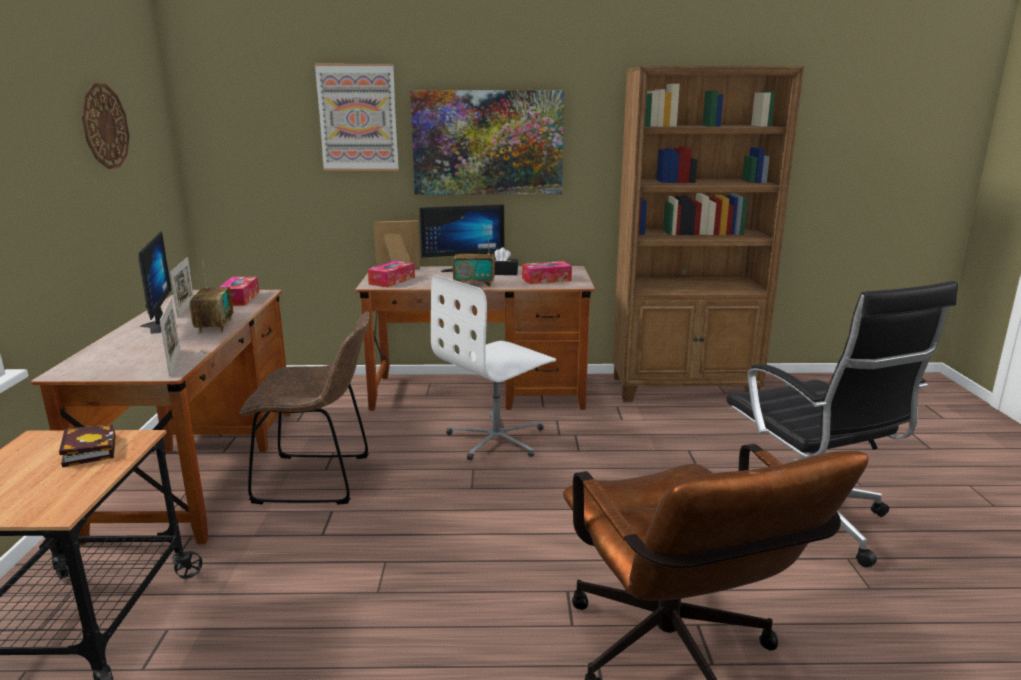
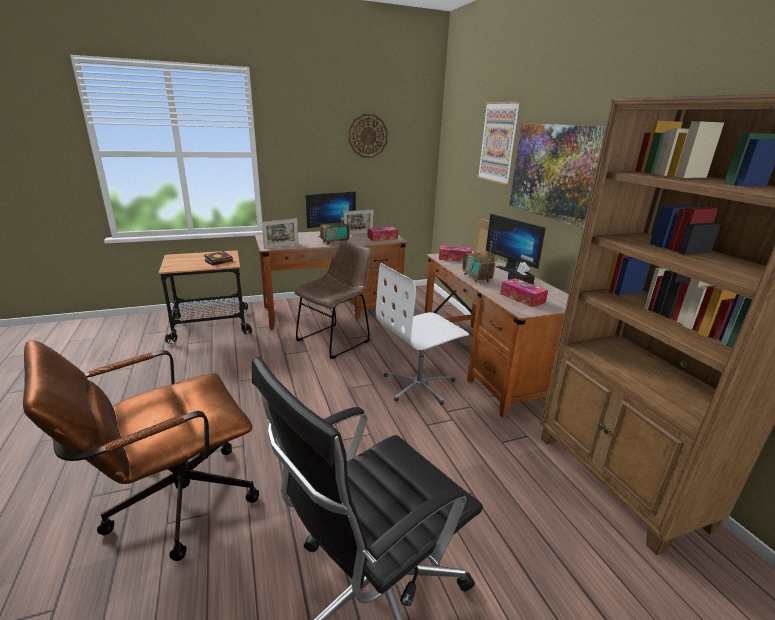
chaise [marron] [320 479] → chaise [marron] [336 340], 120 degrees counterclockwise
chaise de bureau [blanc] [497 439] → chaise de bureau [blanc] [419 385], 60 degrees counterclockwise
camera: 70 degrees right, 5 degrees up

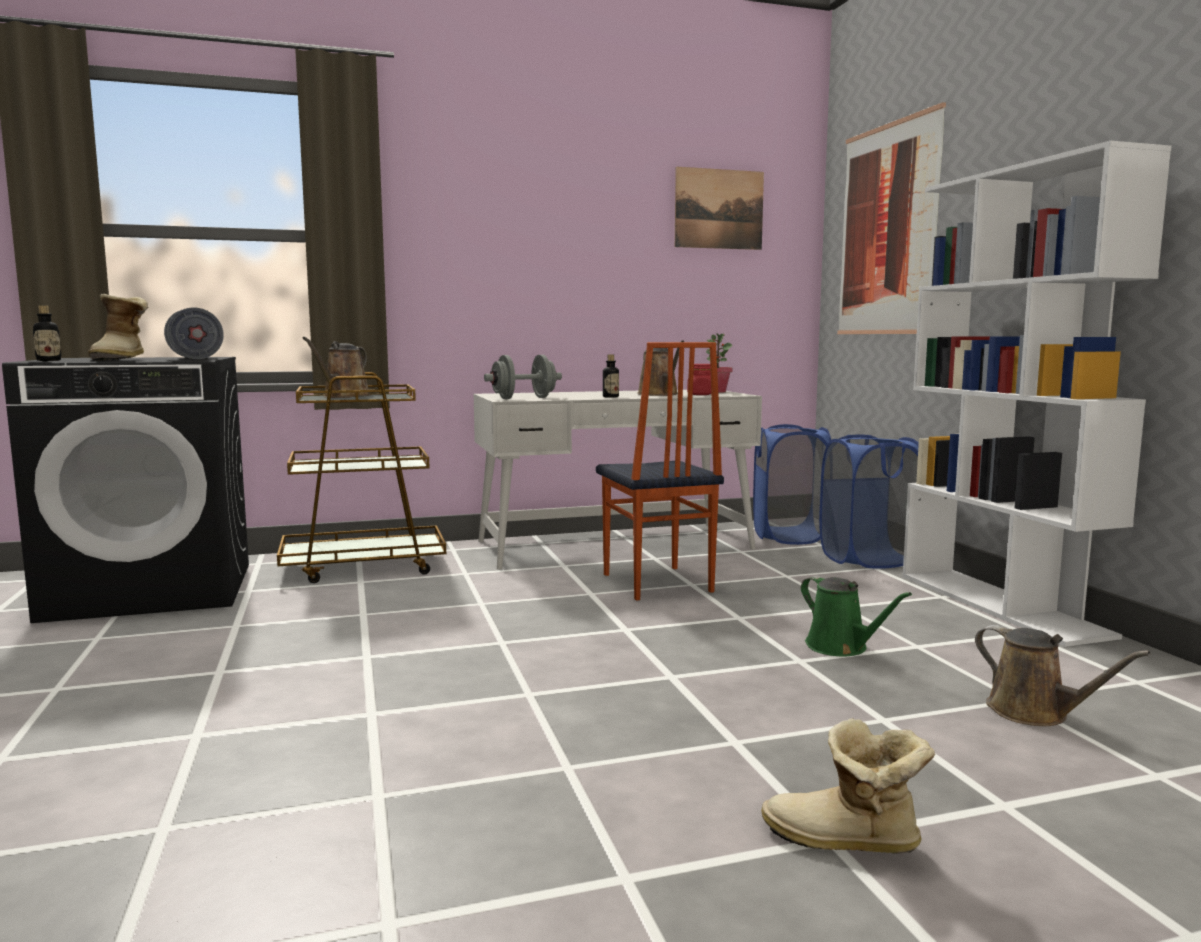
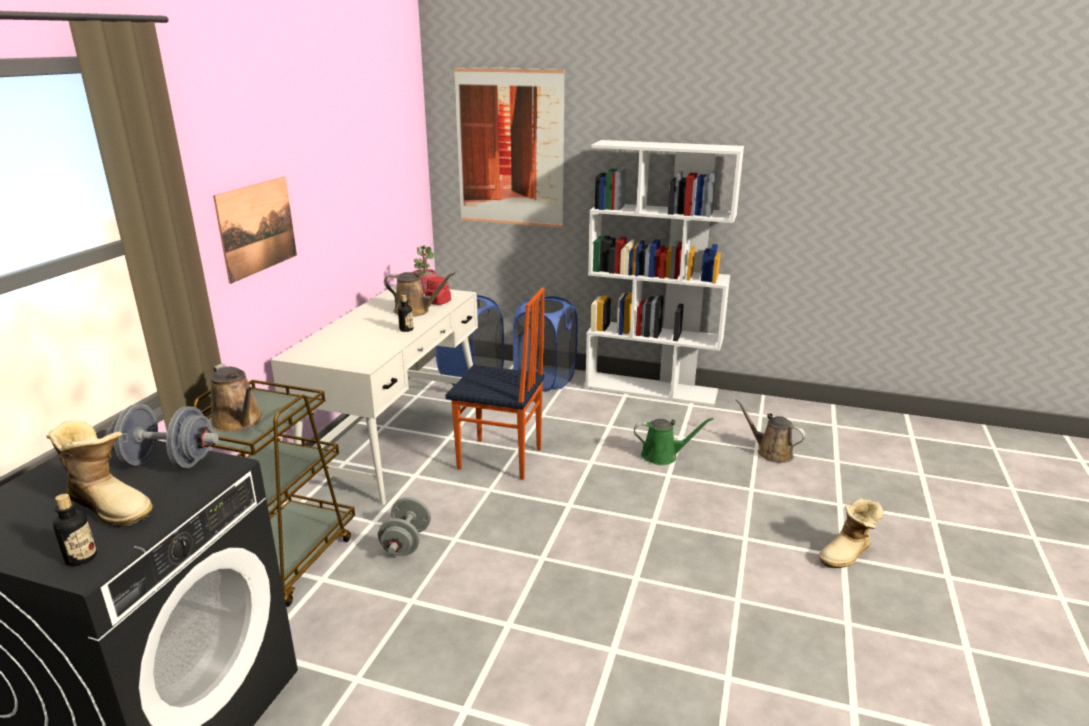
haltère [gris] [523 398] → haltère [gris] [406 542], moved
tableau [719 209] → tableau [257 227], moved
arrosoir [marron] [1034 713] → arrosoir [marron] [771 452], 135 degrees counterclockwise
camera: 55 degrees left, 15 degrees up

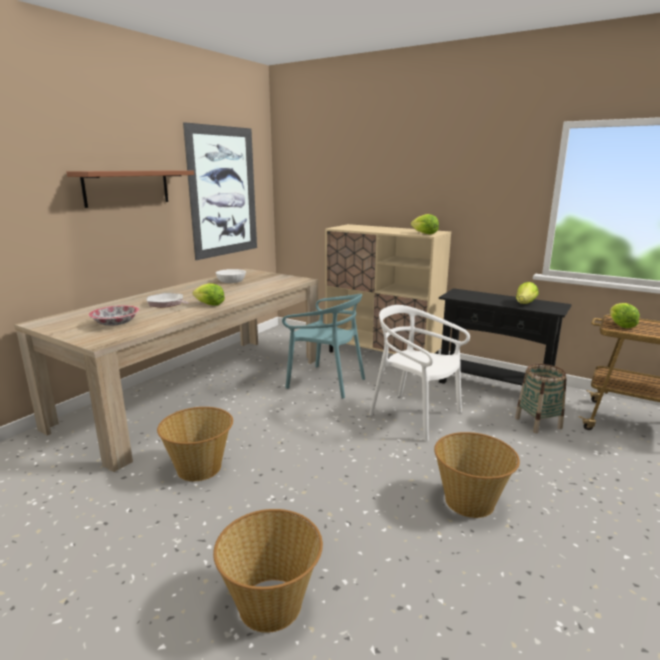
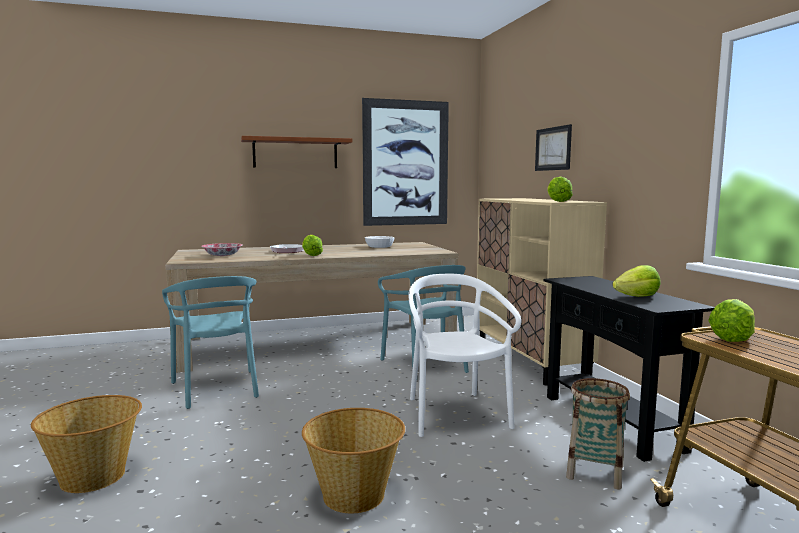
- → tableau [553 148]
panier [200 468] → chaise [turquoise] [217 388]
camera: 40 degrees right, 10 degrees down

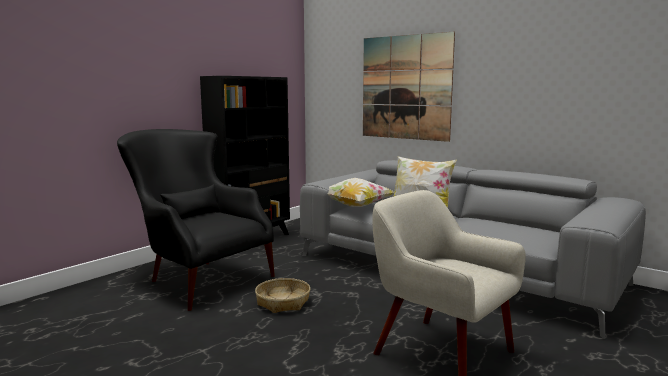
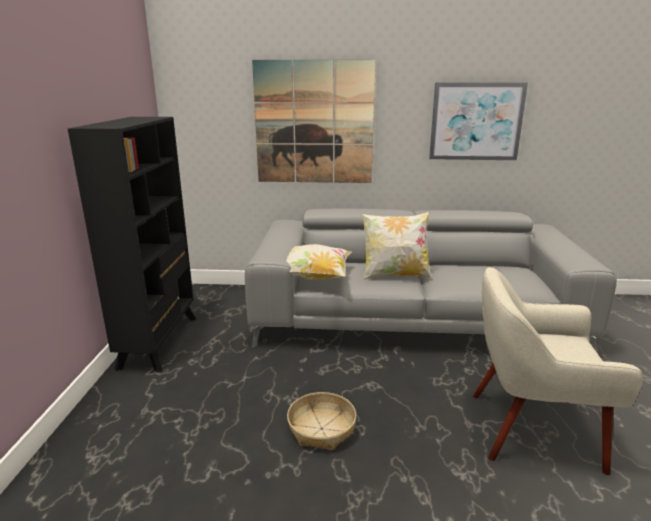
fauteuil [noir] [197 277] → -
- → tableau [476 122]
camera: 35 degrees left, 10 degrees up

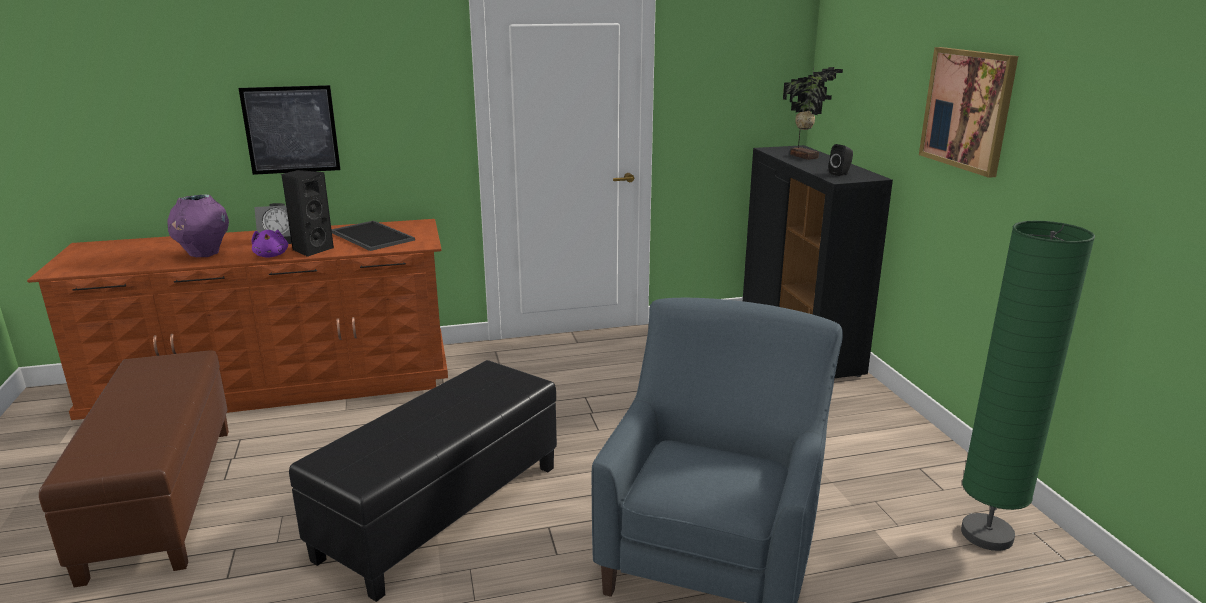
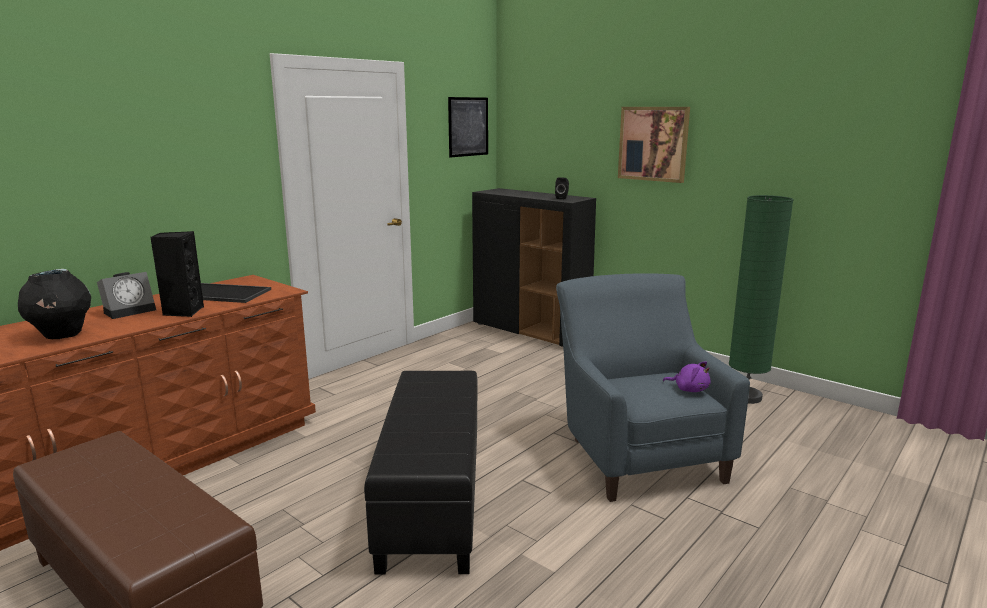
plante en pot [805 156] → -
tableau [291 130] → tableau [468 126], moved
peluche [violet] [271 255] → peluche [violet] [689 389], moved
vase [violet] [204 254] → vase [noir] [62 335]
camera: 35 degrees left, 5 degrees down

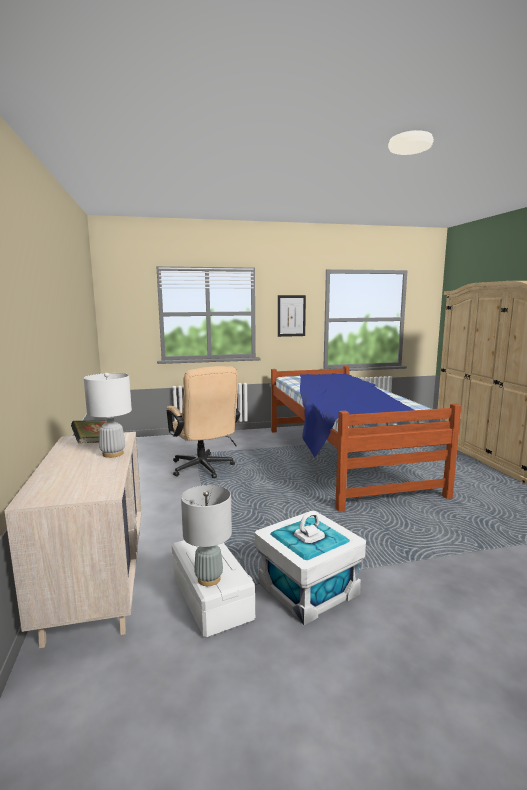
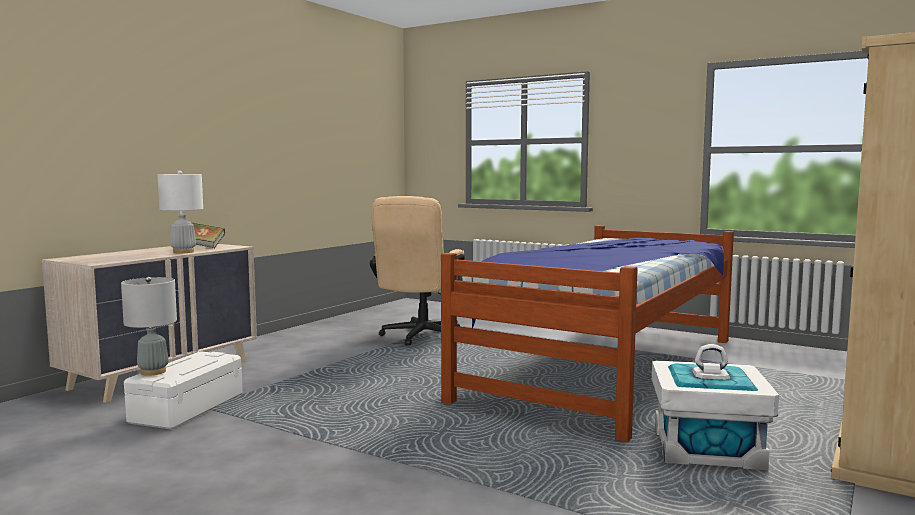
tableau [291 316] → -
boîte de rangement [blanc] [308 589] → boîte de rangement [blanc] [707 449], moved
camera: 45 degrees right, 5 degrees down

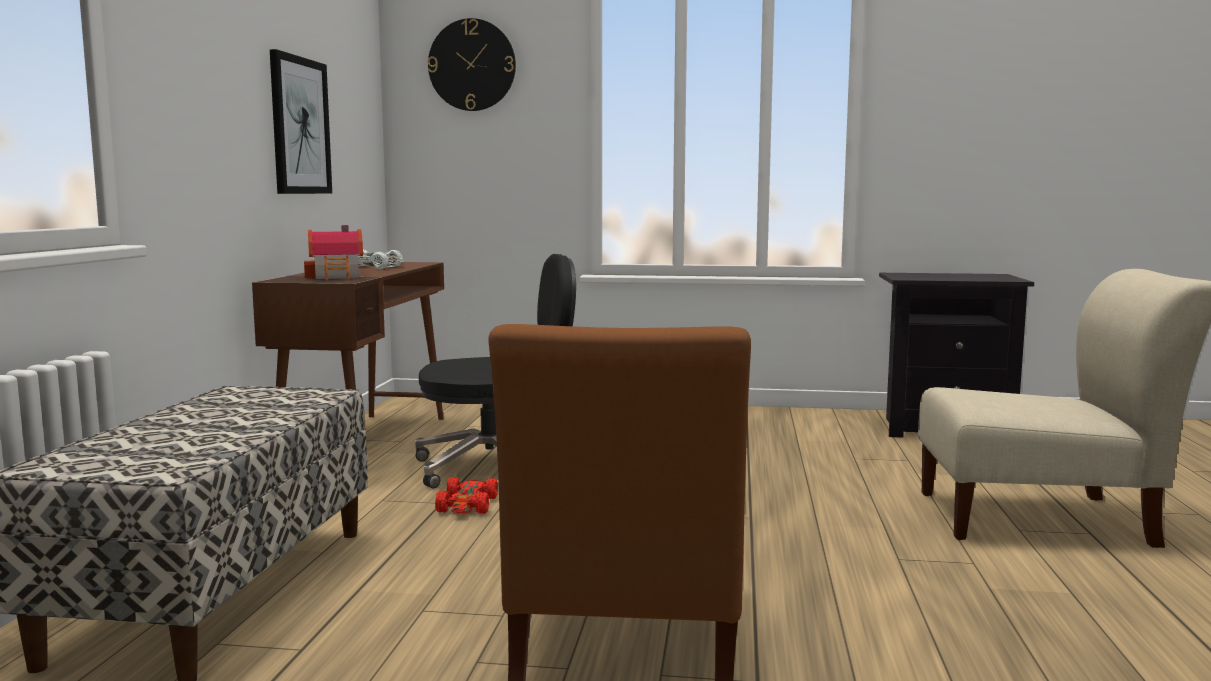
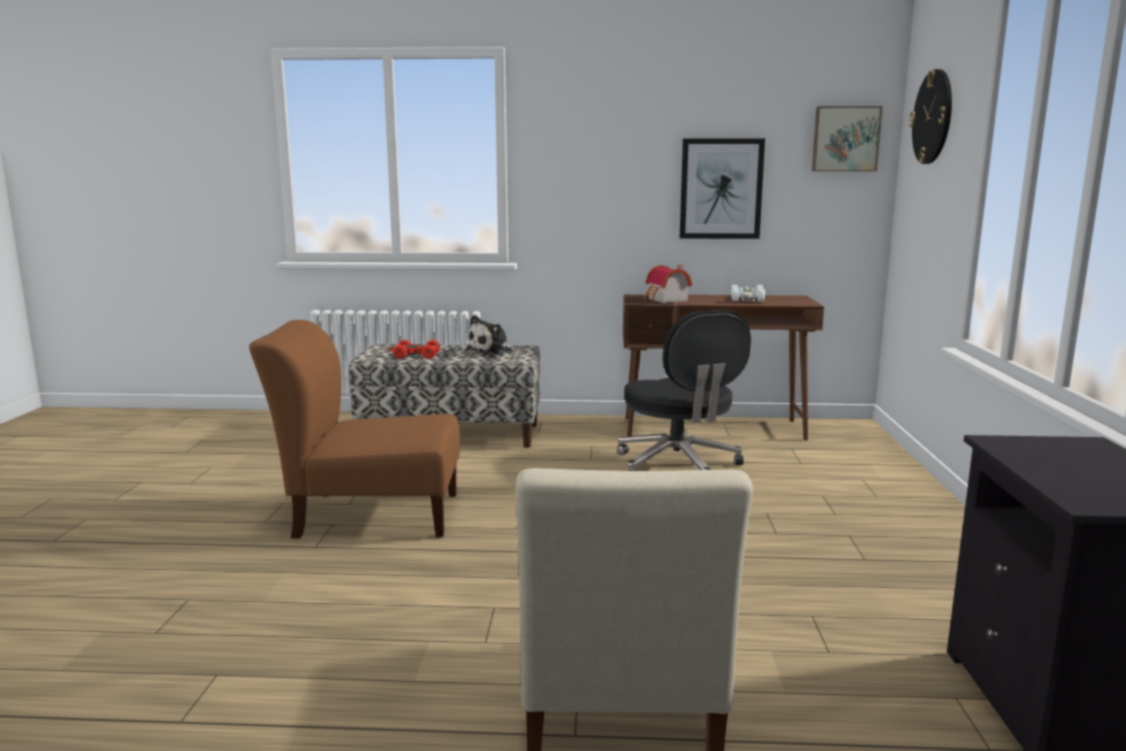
- → peluche [492 351]
- → tableau [845 139]
petite voiture [rouge] [467 505] → petite voiture [rouge] [415 356], moved
camera: 85 degrees right, 5 degrees up

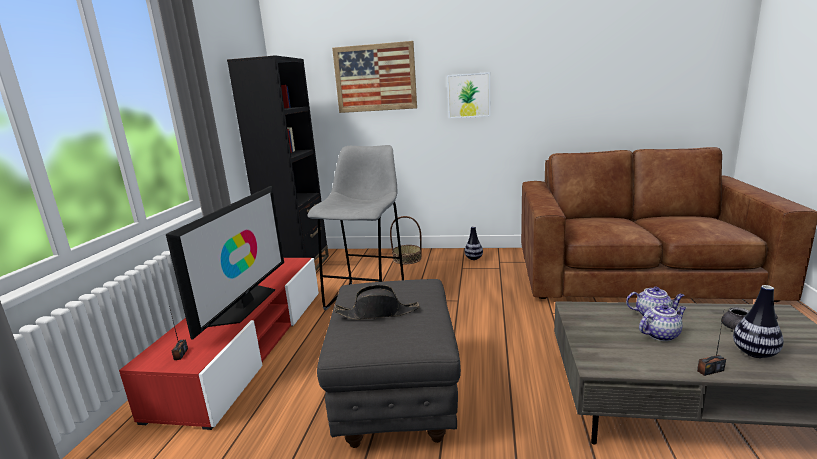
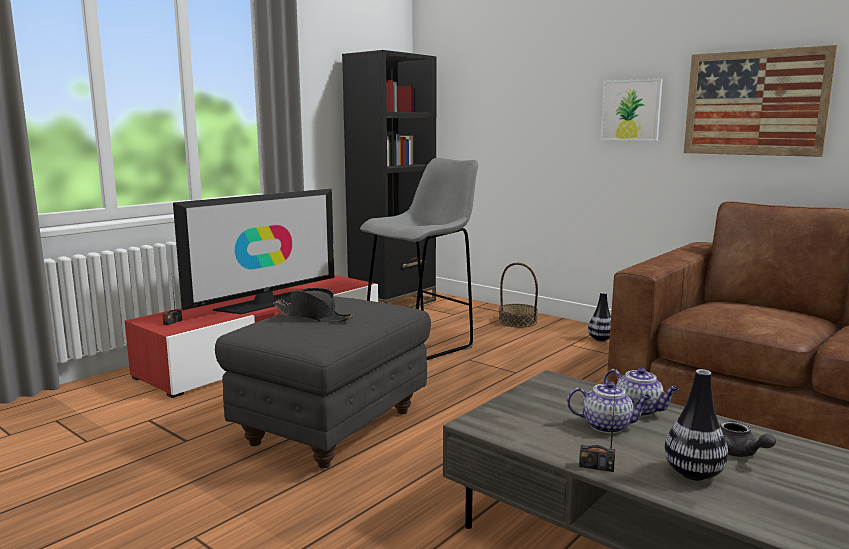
tableau [375 78] → tableau [755 103], moved
camera: 30 degrees right, 5 degrees down

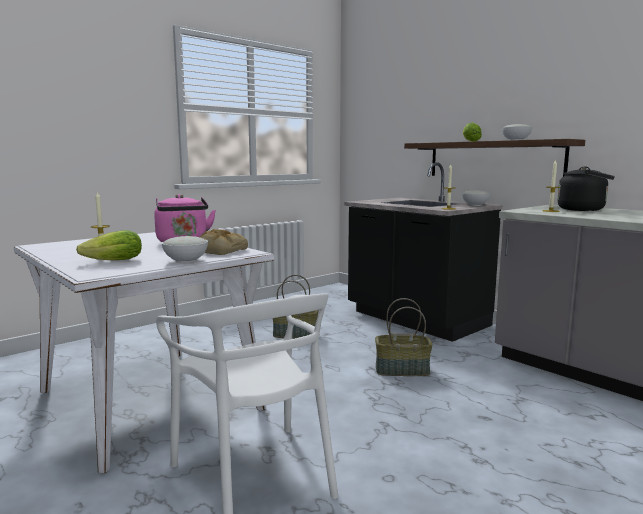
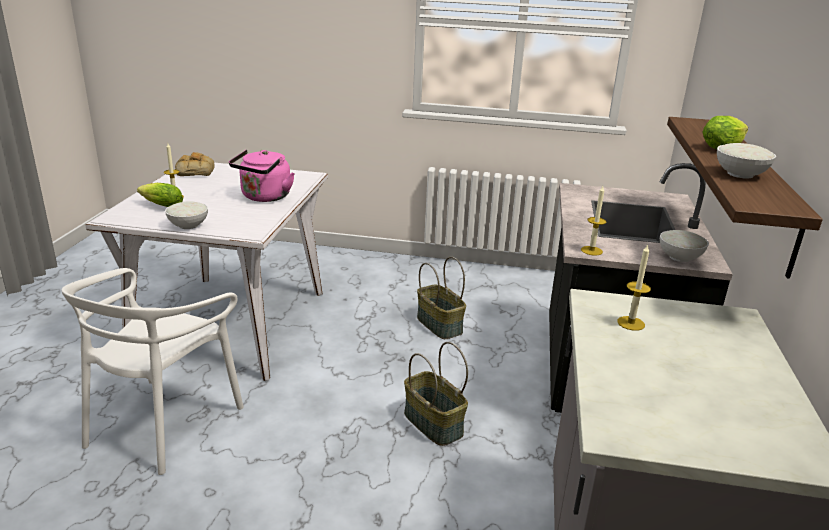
bouilloire [noir] [584 210] → -
pain [218 250] → pain [195 171], moved
camera: 50 degrees right, 15 degrees up

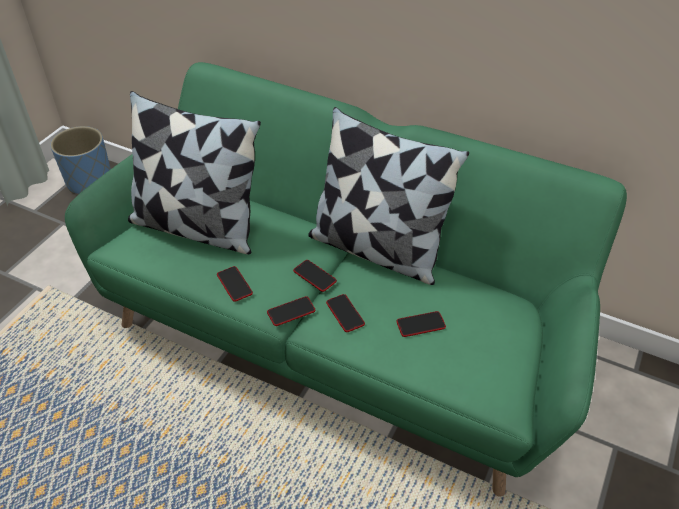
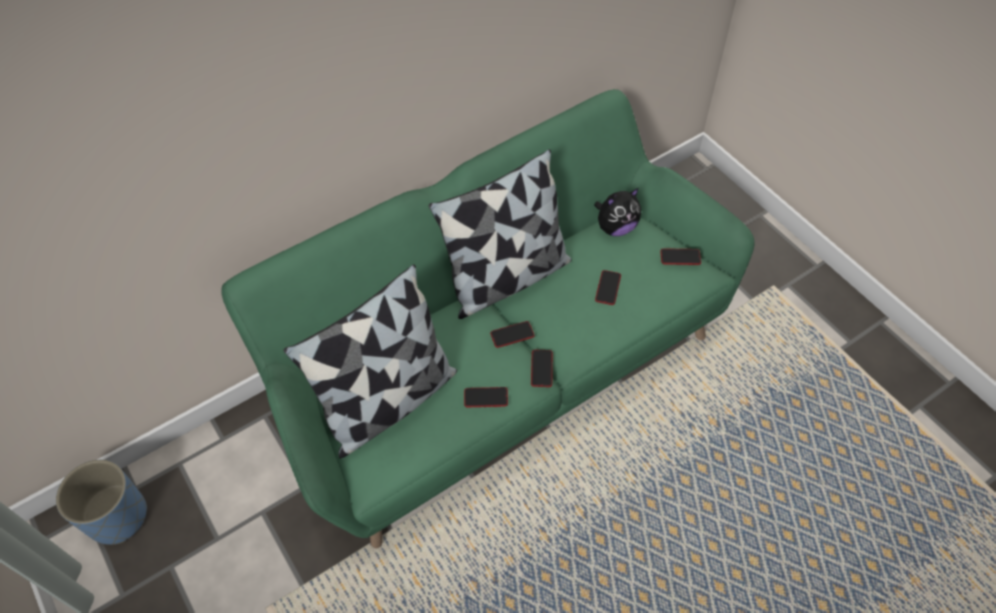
- → peluche [615 227]
téléphone [345 313] → téléphone [680 257], moved
camera: 60 degrees left, 10 degrees up

